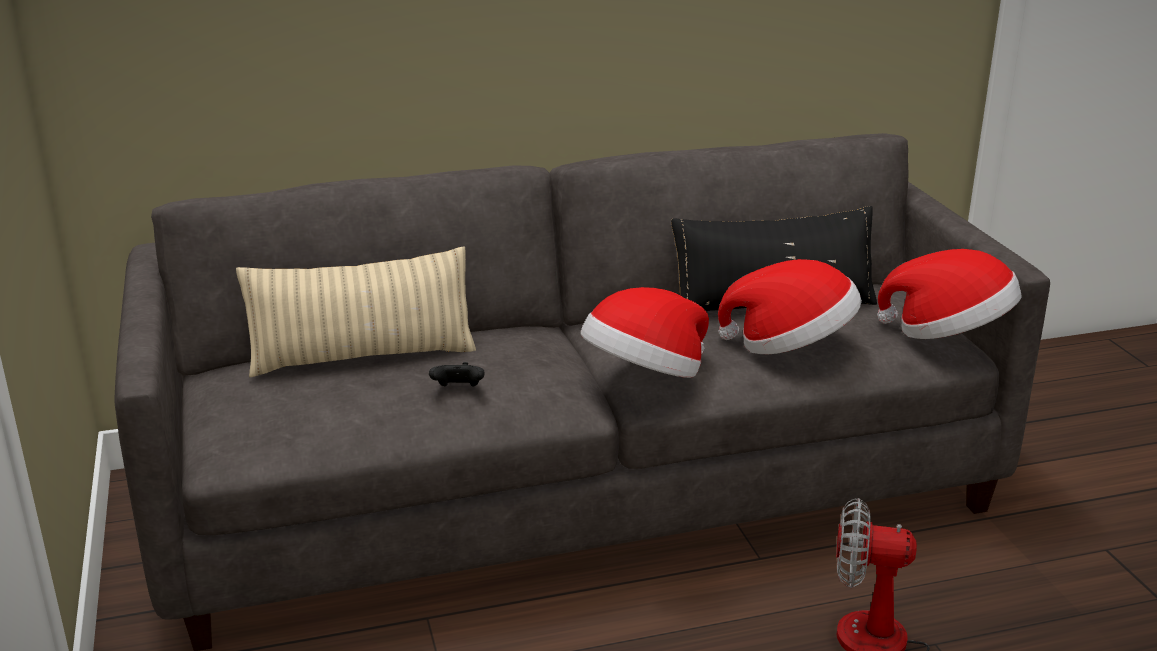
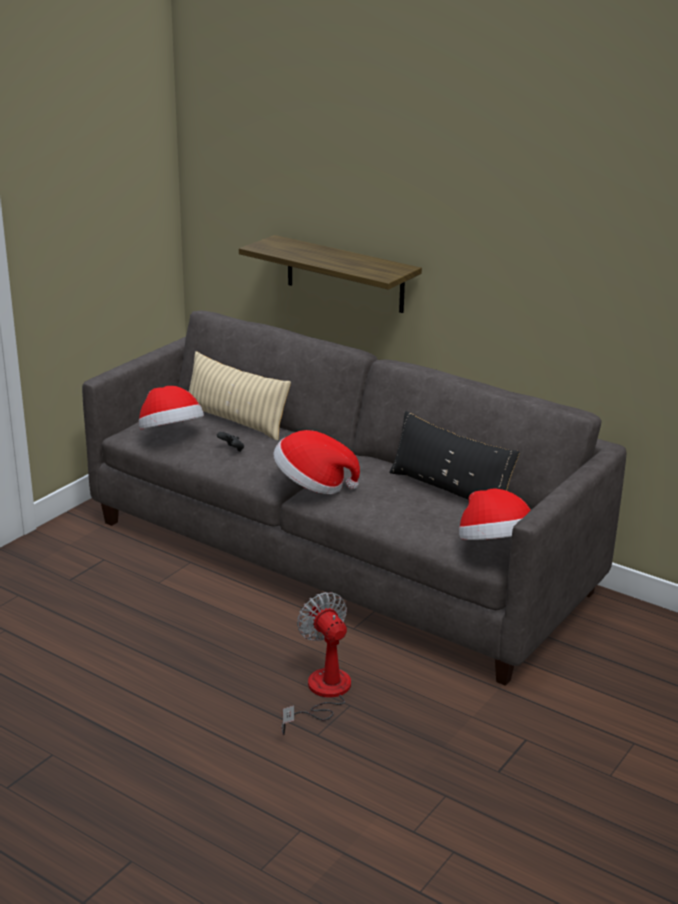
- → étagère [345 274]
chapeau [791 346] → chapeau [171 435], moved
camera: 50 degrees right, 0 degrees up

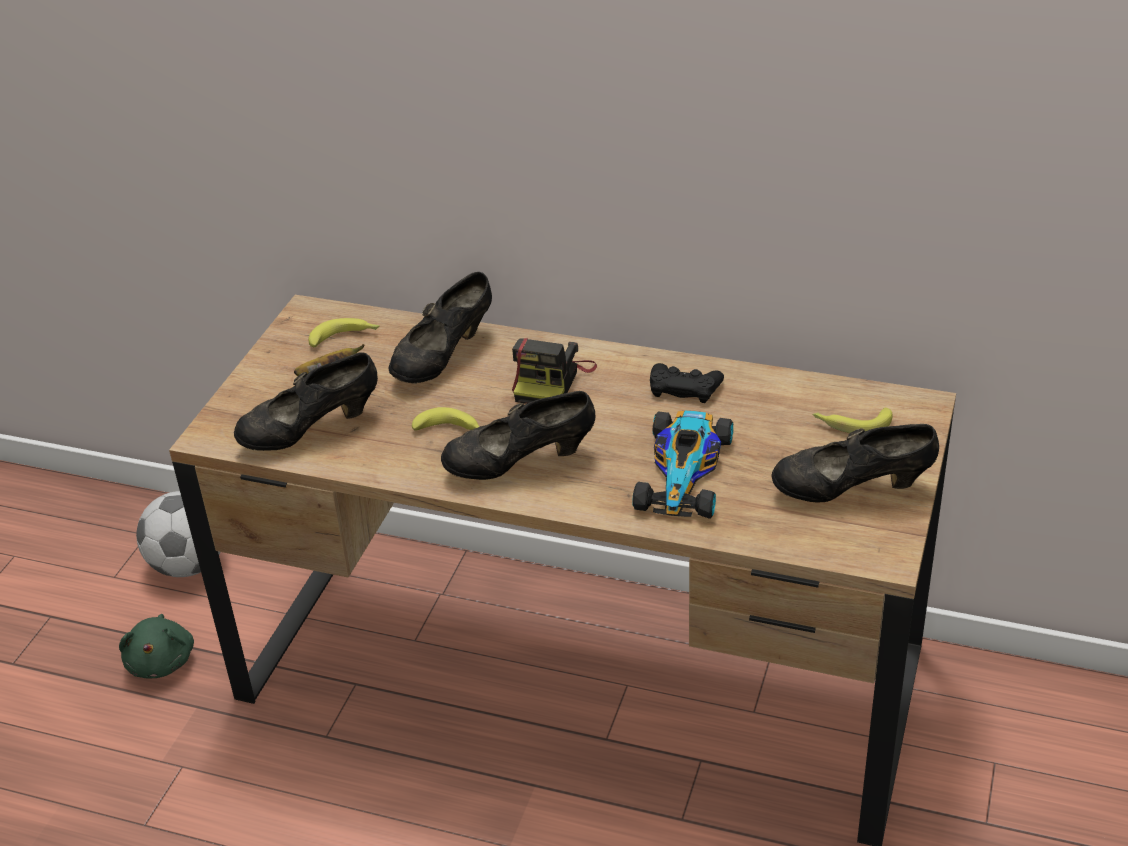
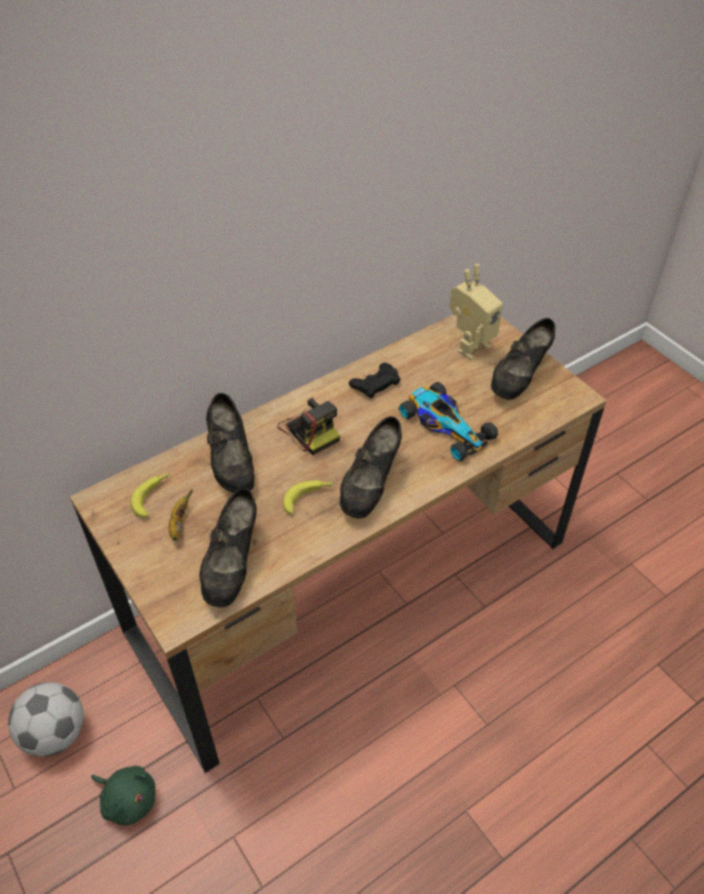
banane [851 424] → robot jouet [469 346]
camera: 55 degrees left, 10 degrees up

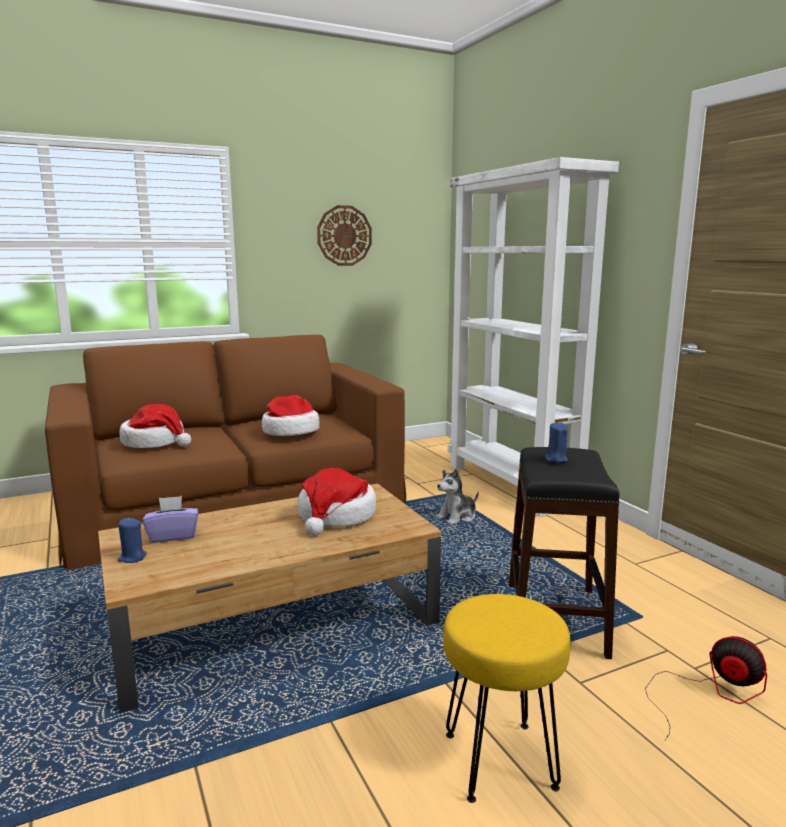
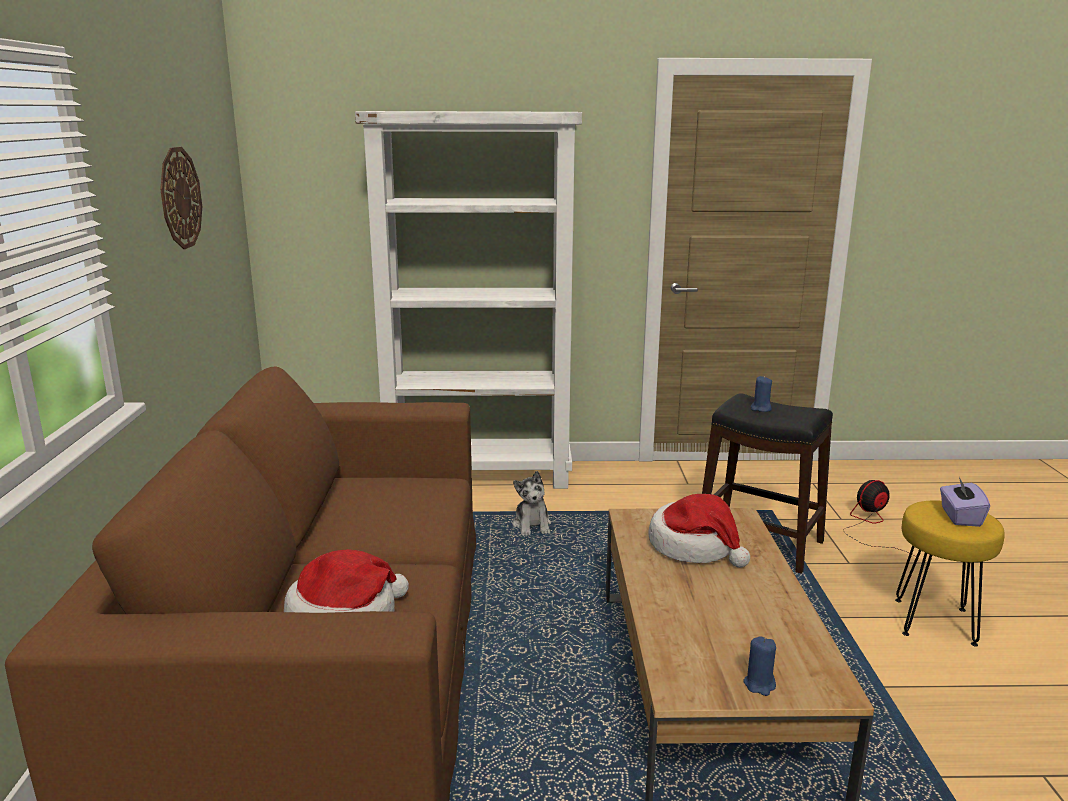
chapeau [290 431] → -
boîte à mouchoirs [violet] [173 536] → boîte à mouchoirs [violet] [960 517], moved
camera: 65 degrees left, 5 degrees up

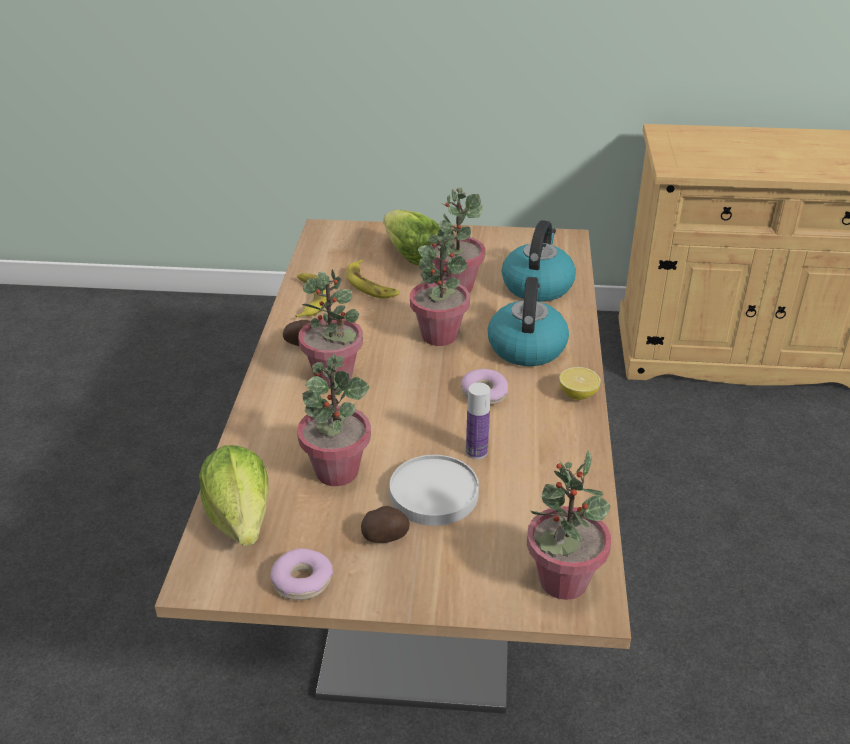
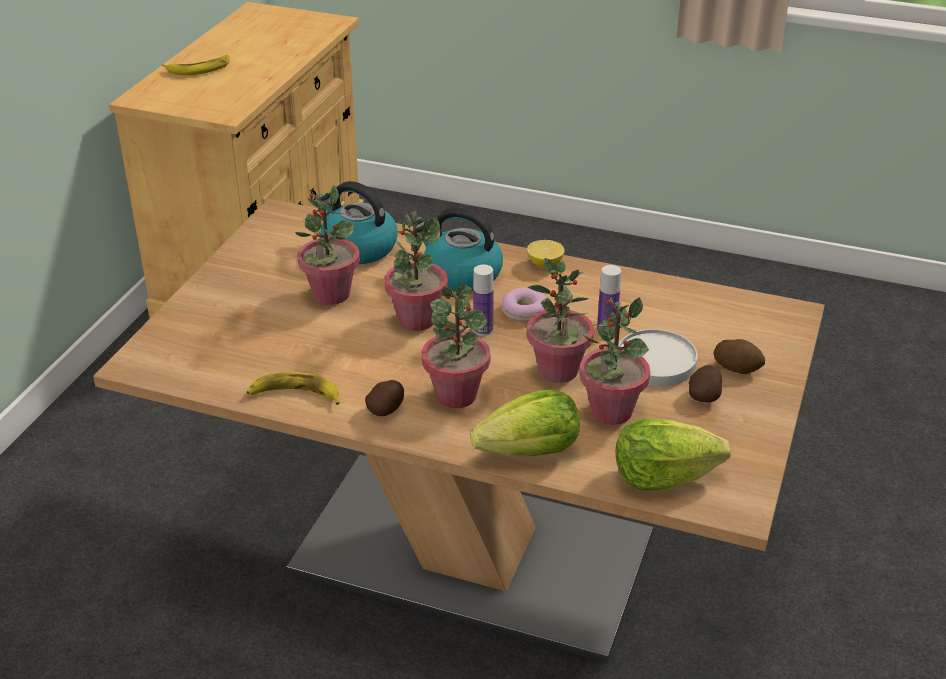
beignet [302 581] → -
- → bouteille [483 330]
- → pomme de terre [737 368]
banane [371 285] → banane [199 69], moved
laitue [412 257] → laitue [531 452], moved
plante en pot [563 581] → plante en pot [558 371], moved
camera: 75 degrees left, 0 degrees up

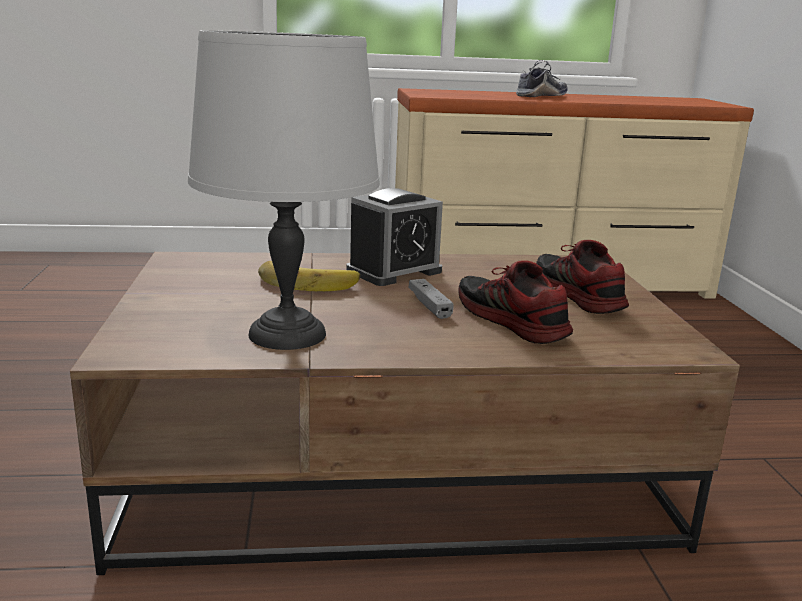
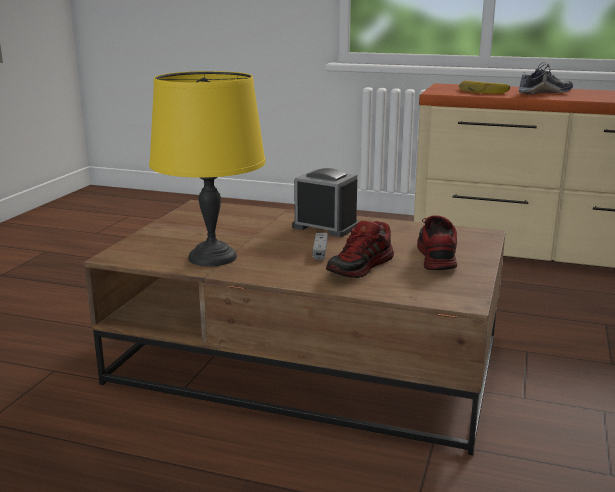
banane [309 280] → banane [484 91], moved
lampe de table [gris] [289 333] → lampe de table [jaune] [213 257]
réveil [394 271] → réveil [325 226], 135 degrees counterclockwise
chaussure [510 321] → chaussure [360 267], 135 degrees counterclockwise
camera: 25 degrees right, 0 degrees up

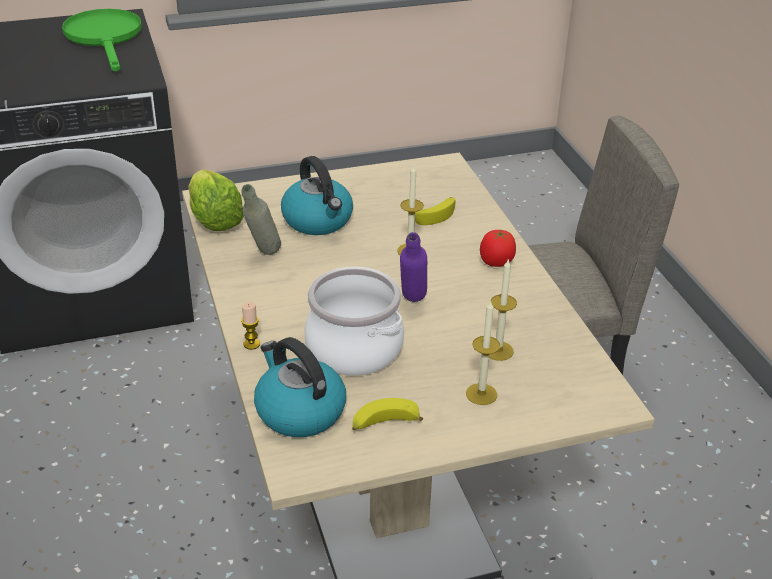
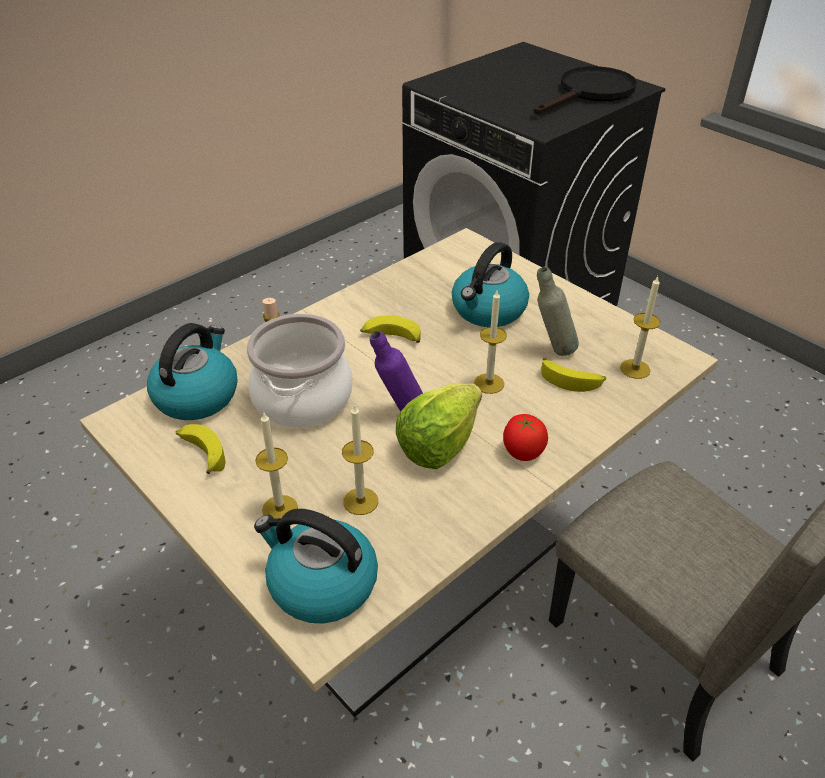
- → bouilloire [321 584]
- → banane [390 337]
- → bougie [635 369]
laitue [214 219] → laitue [439 444], moved
bouteille [gris] [263 256] → bouteille [gris] [552 351], moved
poêle [vert] [105 38] → poêle [noir] [590 93]
camera: 65 degrees right, 5 degrees up

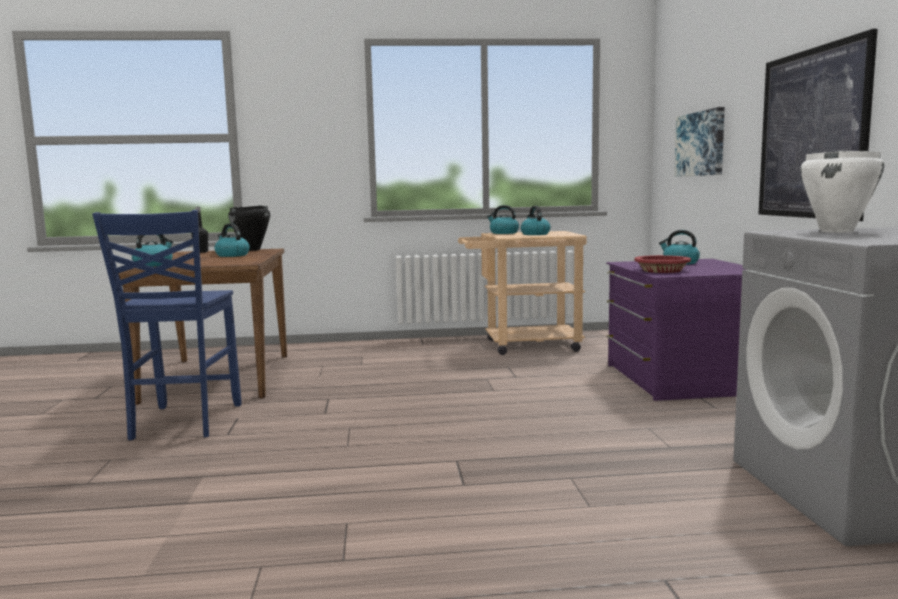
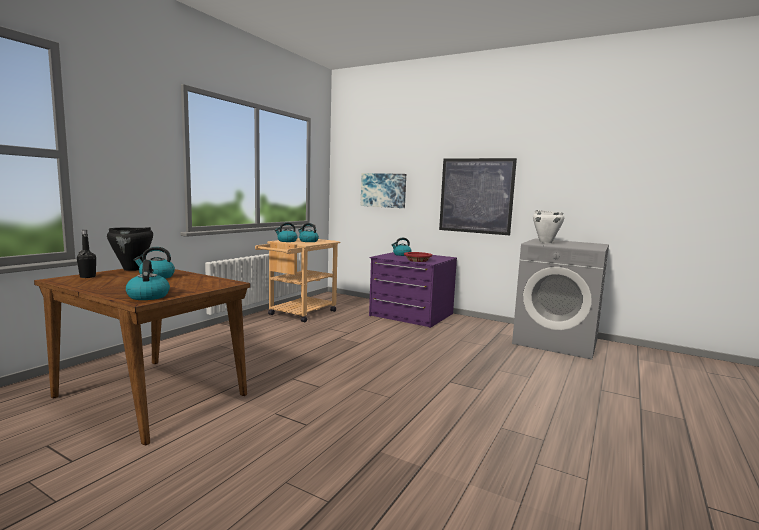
chaise [bleu] [184 422] → -
camera: 55 degrees left, 0 degrees up

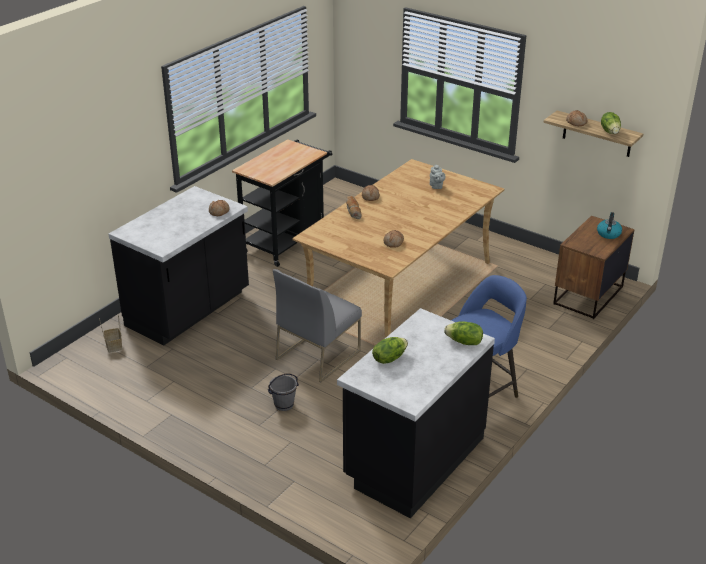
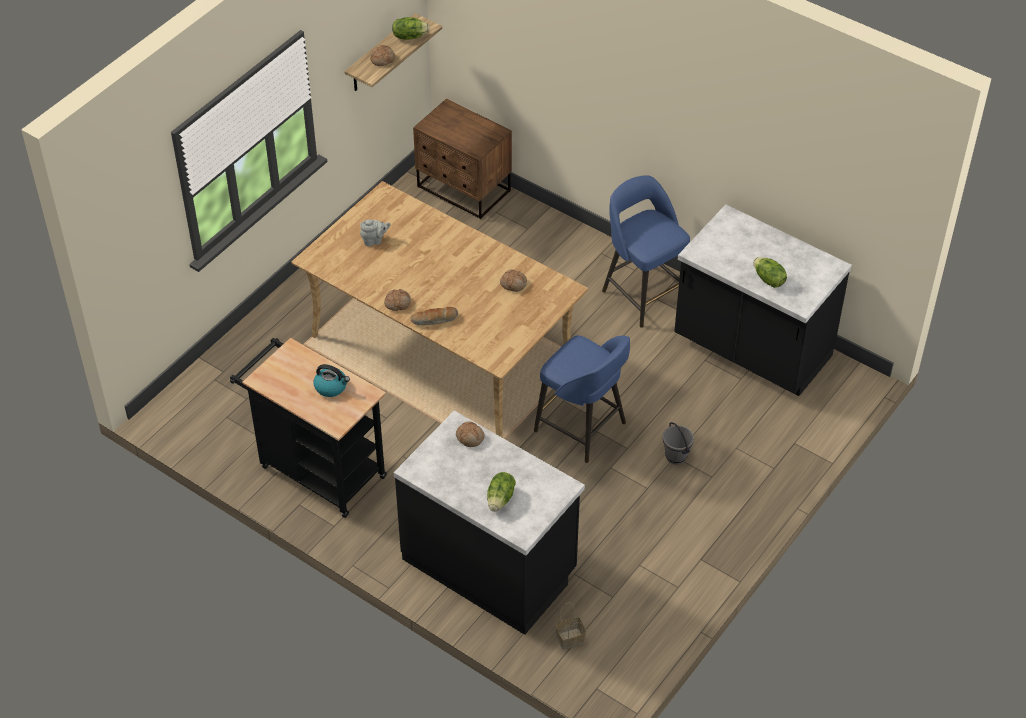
laitue [464 342] → laitue [501 499], moved
bouilloire [608 234] → bouilloire [331 387], moved
chaise [gris] [318 354] → tabouret [bleu] [582 428]
camera: 90 degrees left, 15 degrees up

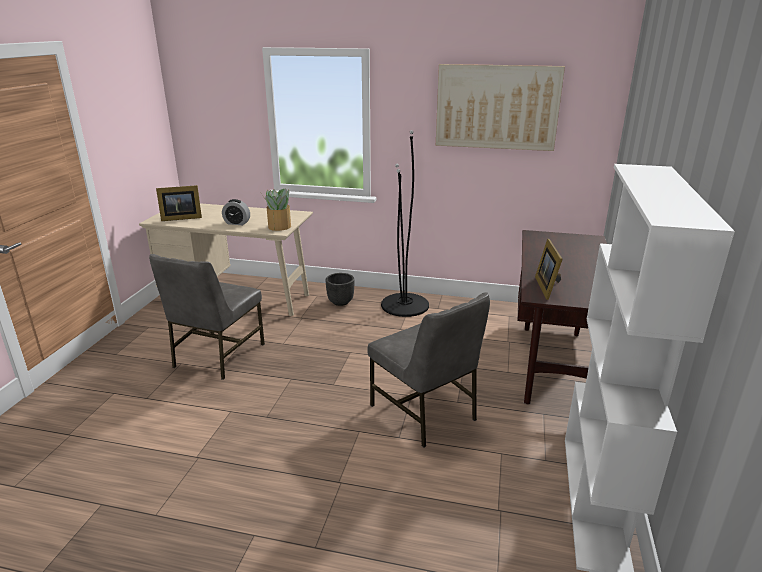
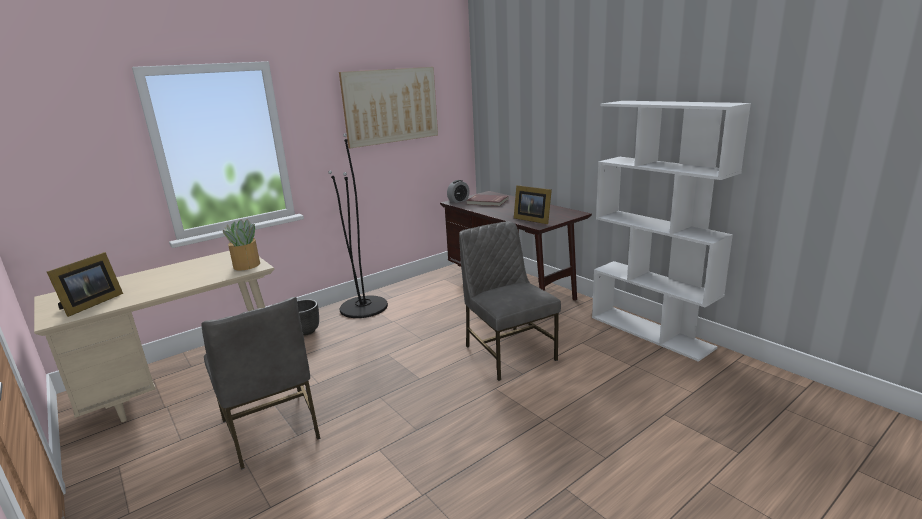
- → livre [rouge] [487 202]
réveil [237 223] → réveil [458 201], moved
chaise [gris] [424 412] → chaise [gris] [508 352], 120 degrees counterclockwise
camera: 50 degrees left, 5 degrees down

